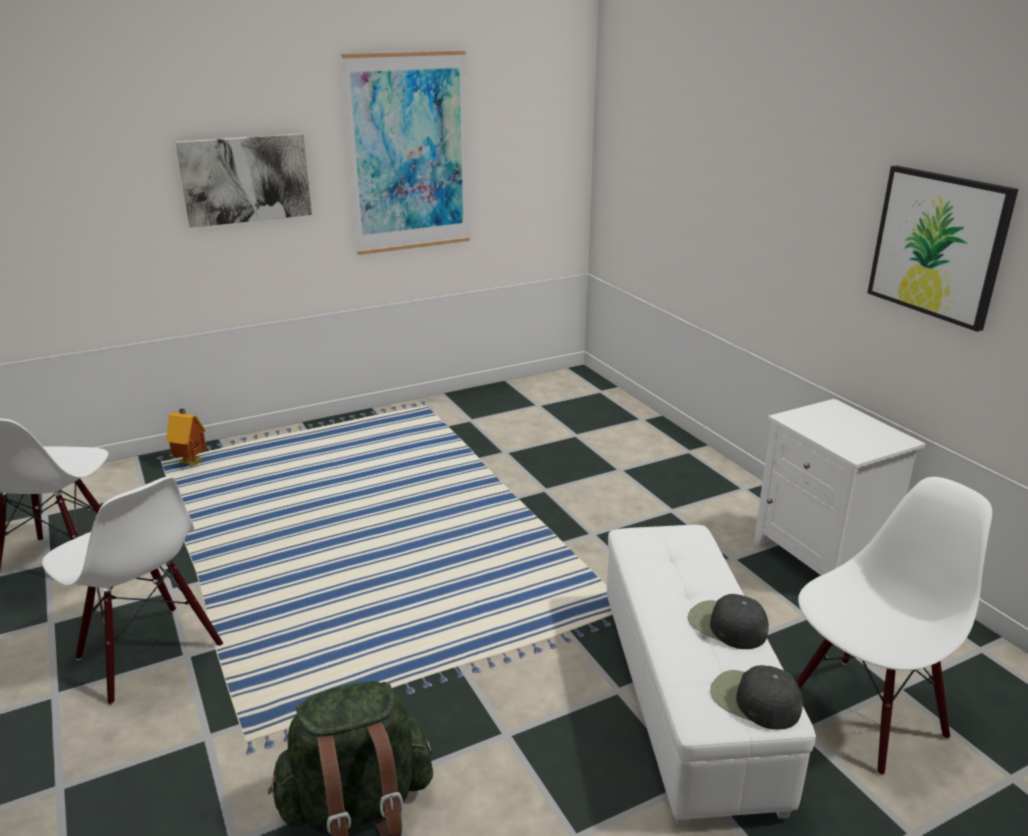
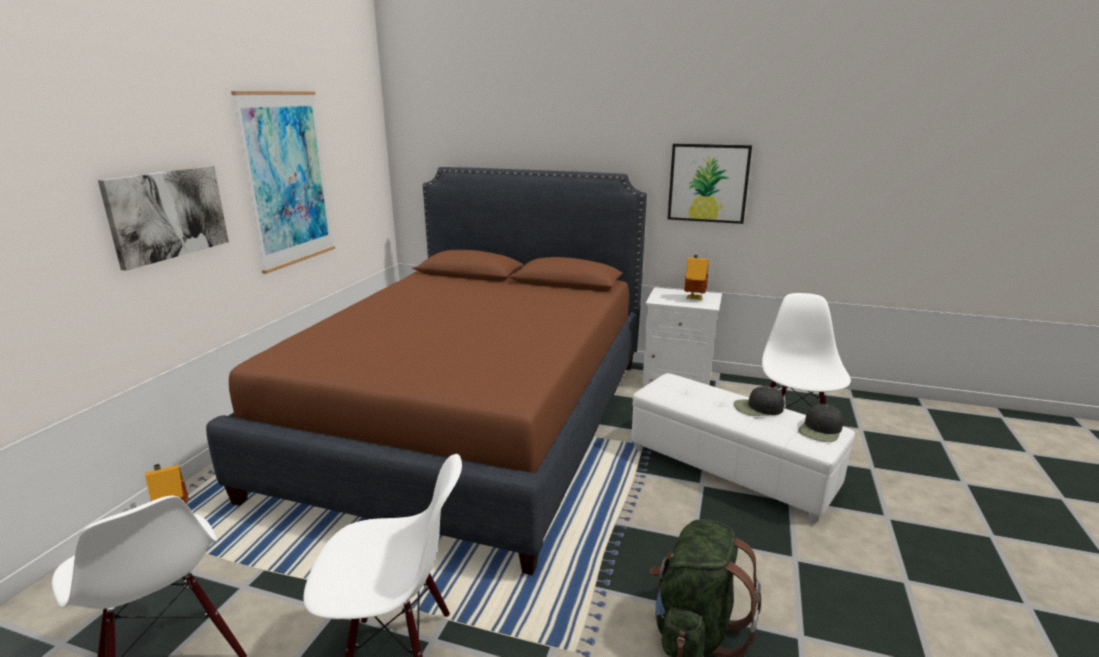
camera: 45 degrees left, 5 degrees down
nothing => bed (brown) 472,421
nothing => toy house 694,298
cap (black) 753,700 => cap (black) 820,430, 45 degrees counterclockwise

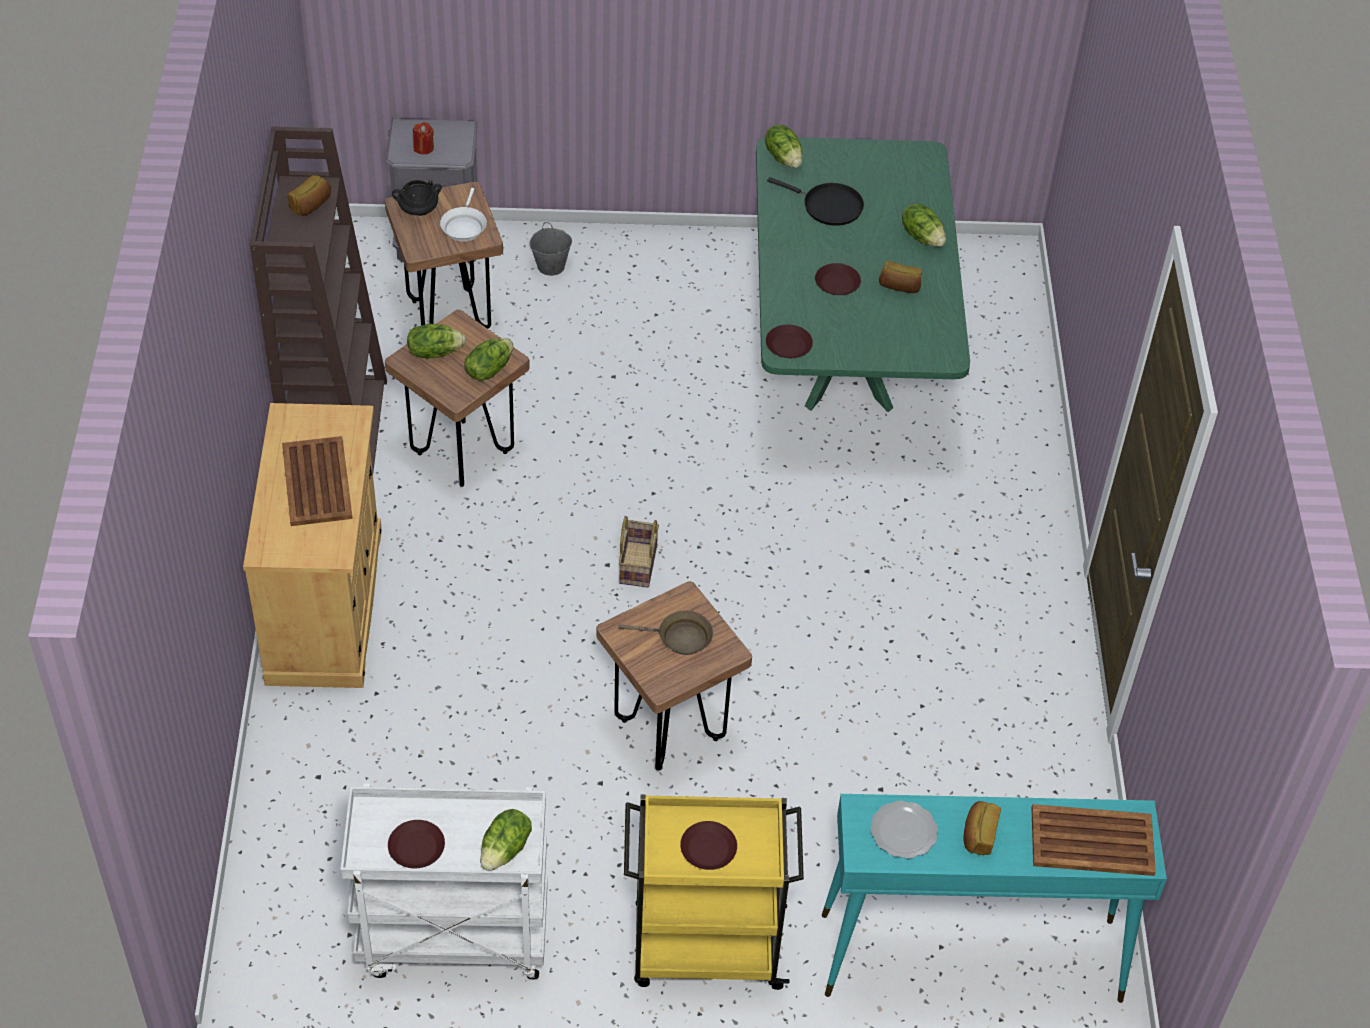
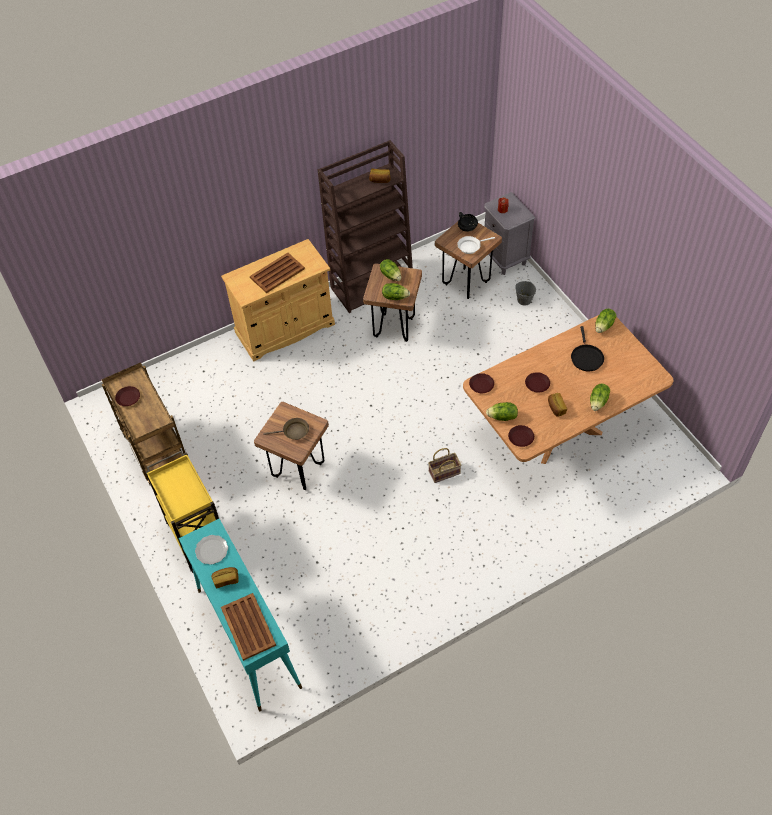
camera: 65 degrees right, 5 degrees up
lettuce 506,850 => lettuce 502,417, move
basket 637,563 => basket 444,472, move
plate (brown) 708,848 => plate (brown) 521,437, move
cart (white) 452,938 => cart (brown) 155,450
dining table (green) 845,362 => dining table (brown) 558,432
frying pan (brown) 680,638 => frying pan (brown) 293,432, 75 degrees counterclockwise

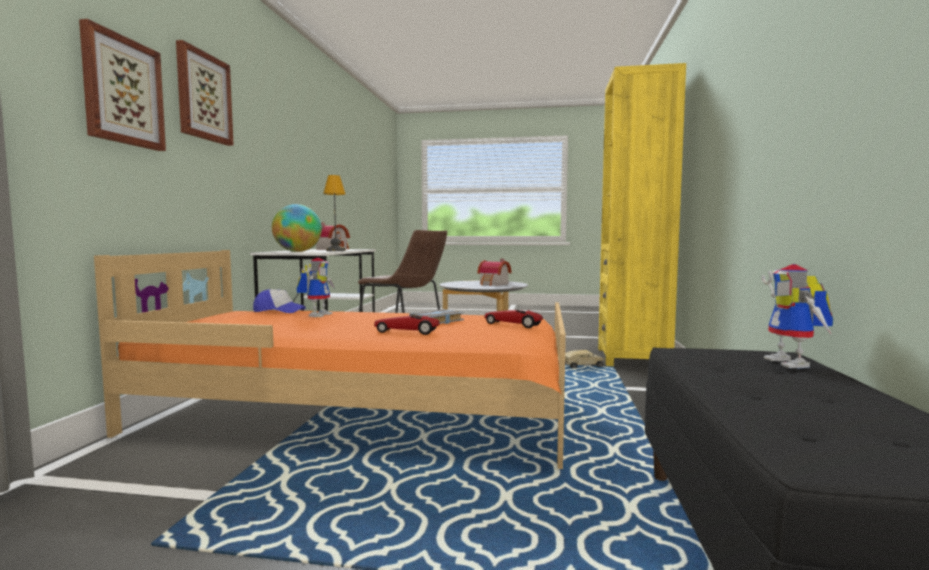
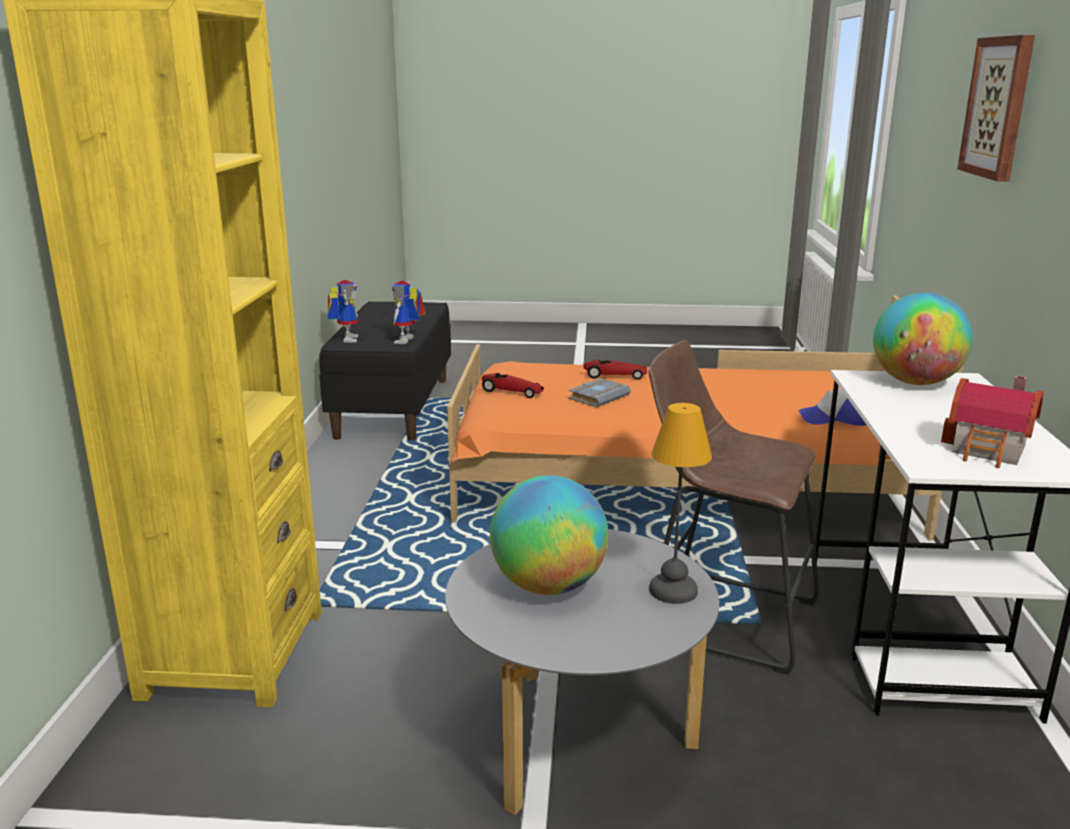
camera: 175 degrees right, 15 degrees up
picture 122,91 => nothing
toy truck 581,366 => nothing
toy robot 318,315 => toy robot 407,341, move
table lamp 336,251 => table lamp 671,590, move
toy house 494,284 => globe 548,585

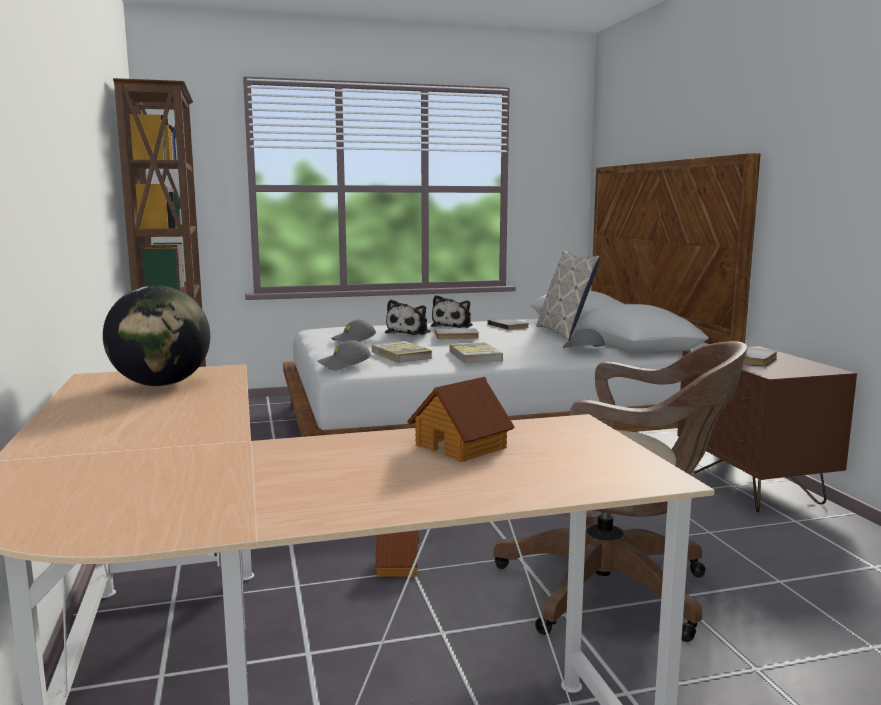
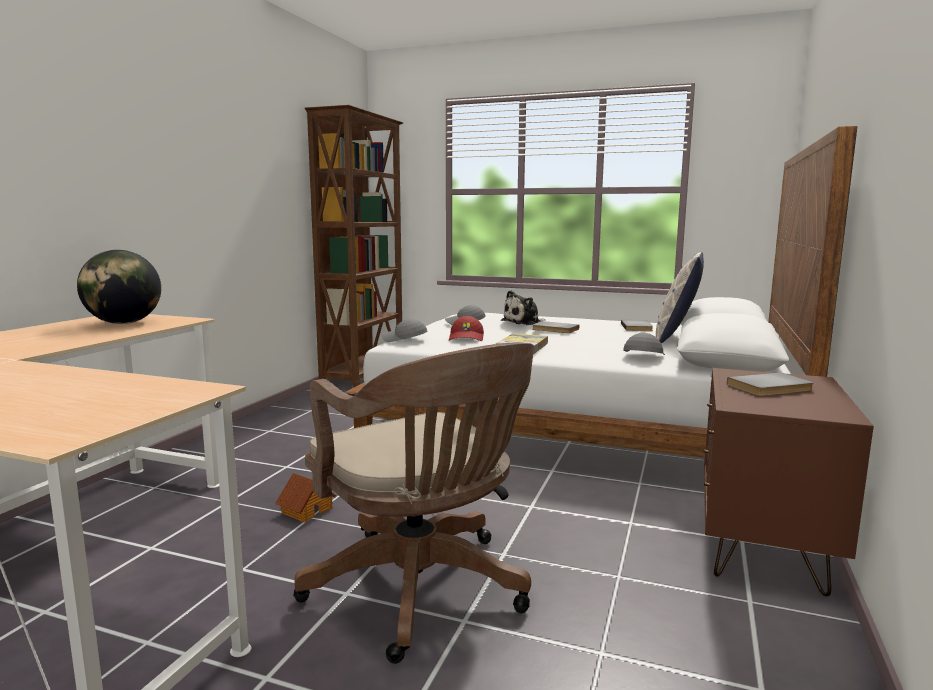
camera: 35 degrees right, 0 degrees up
toy house 461,446 => nothing
plush toy 453,326 => nothing
book 401,355 => cap (red) 467,338

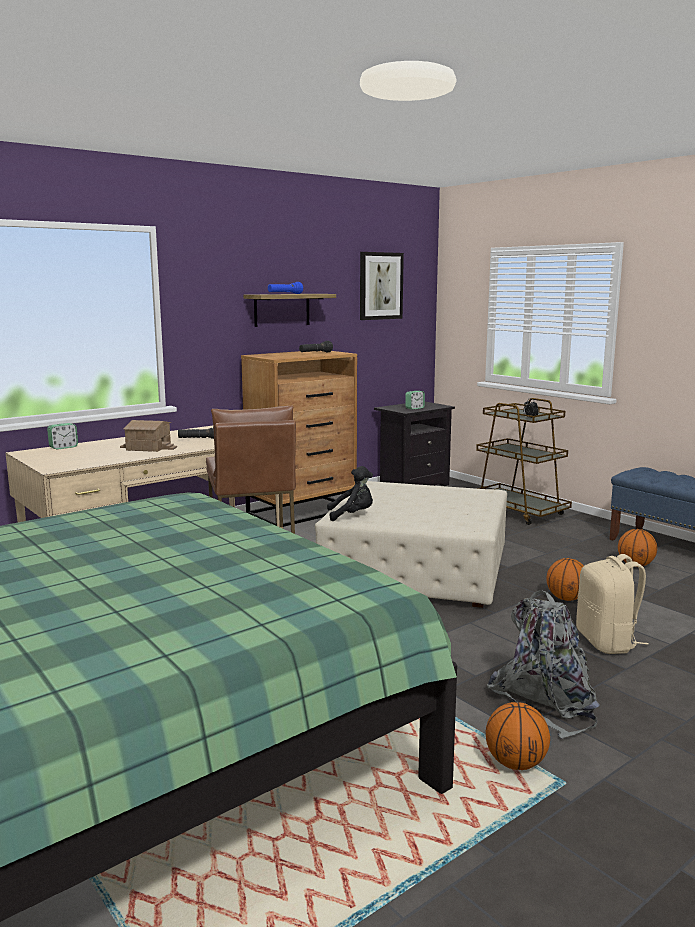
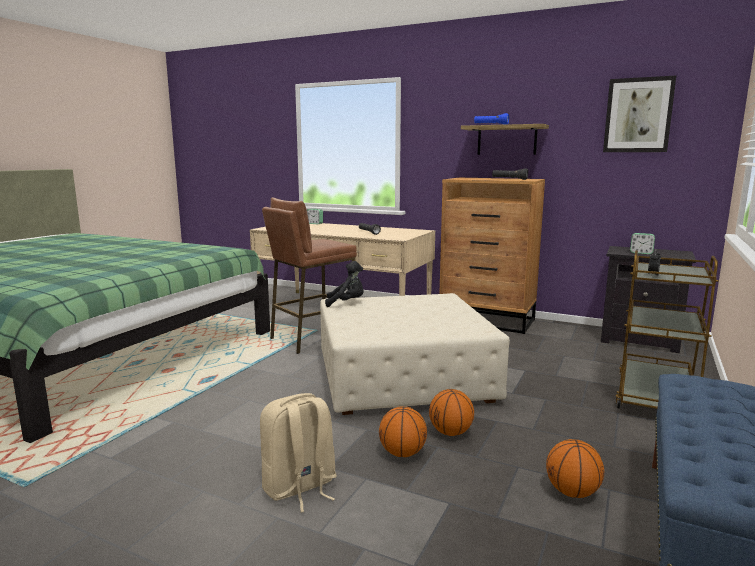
camera: 65 degrees right, 0 degrees up
toy house 149,447 => nothing
backpack (grey) 548,700 => nothing
basketball 515,763 => basketball 450,432, move
plush toy (black) 352,515 => plush toy (black) 347,303, 60 degrees counterclockwise

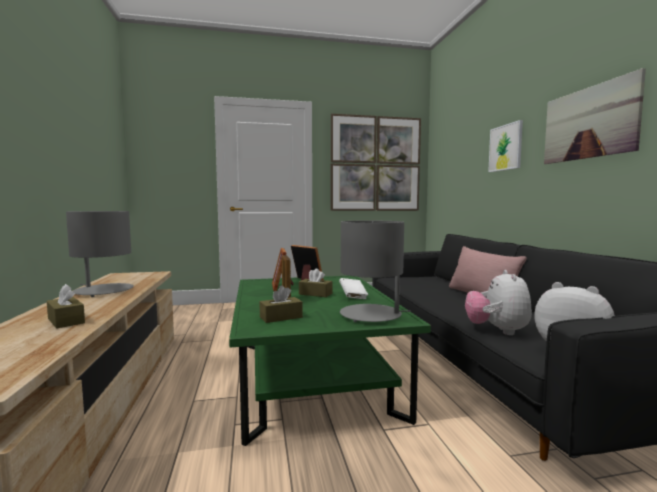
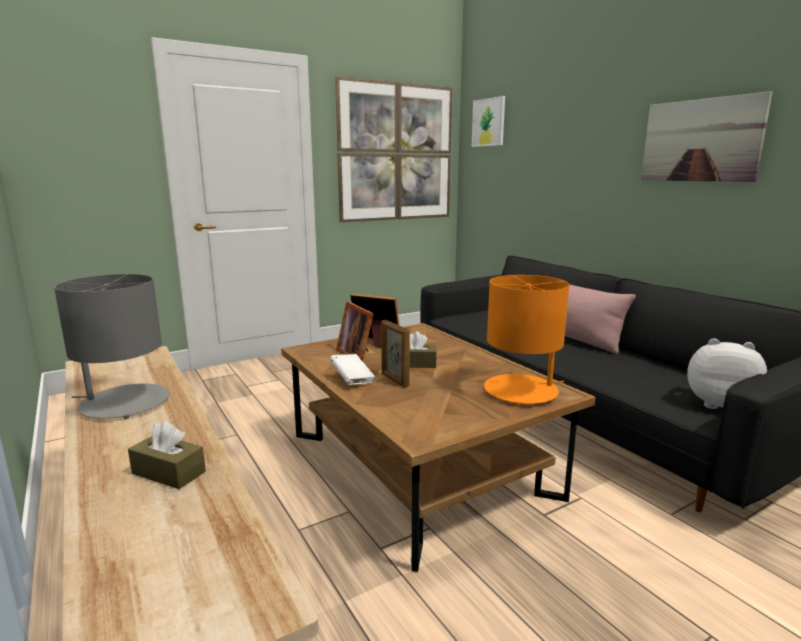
camera: 20 degrees left, 10 degrees up
tissue box (brown) 281,317 => nothing
plush toy 497,331 => nothing
book (white) 353,296 => book (white) 352,379, move
picture 505,147 => picture 488,122, move
coffee table (green) 313,376 => coffee table (brown) 418,464
table lamp (grey) 371,314 => table lamp (orange) 521,390

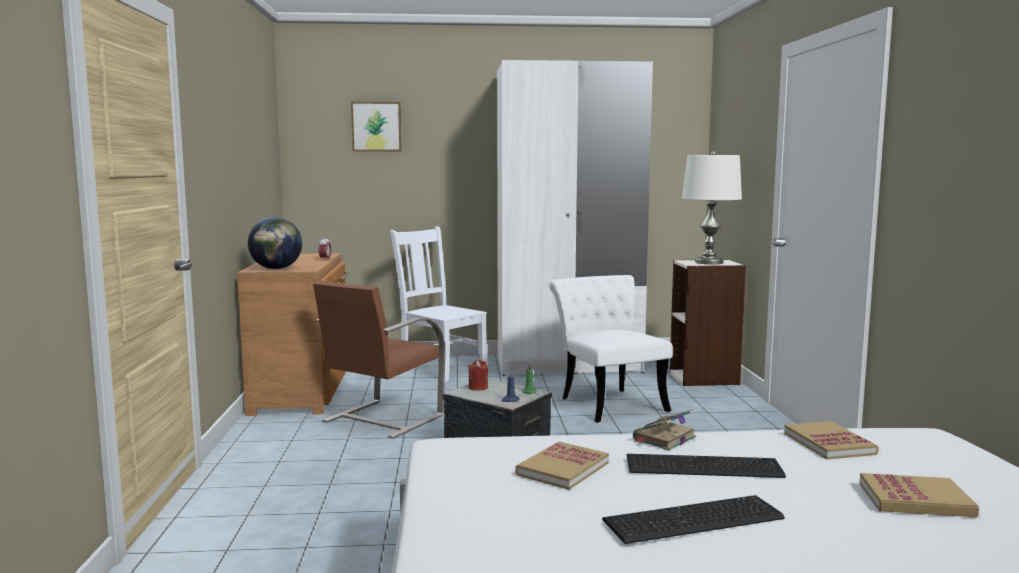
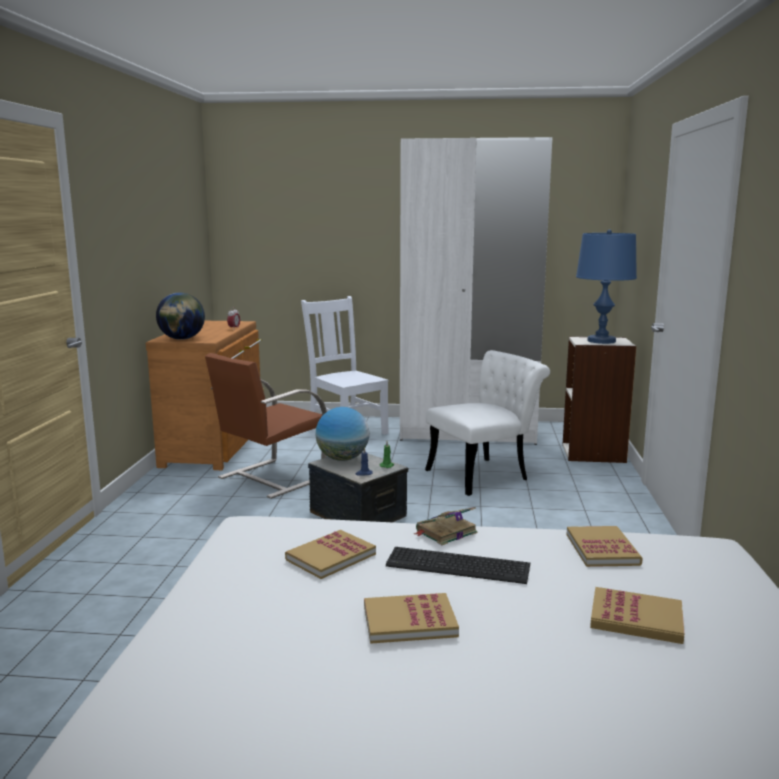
camera: 10 degrees right, 5 degrees up
picture 376,126 => nothing
candle (red) 478,388 => globe 342,459
keyboard 697,520 => book 409,621
table lamp (white) 708,262 => table lamp (blue) 601,341
chair (white) 608,403 => chair (white) 485,474, 75 degrees clockwise

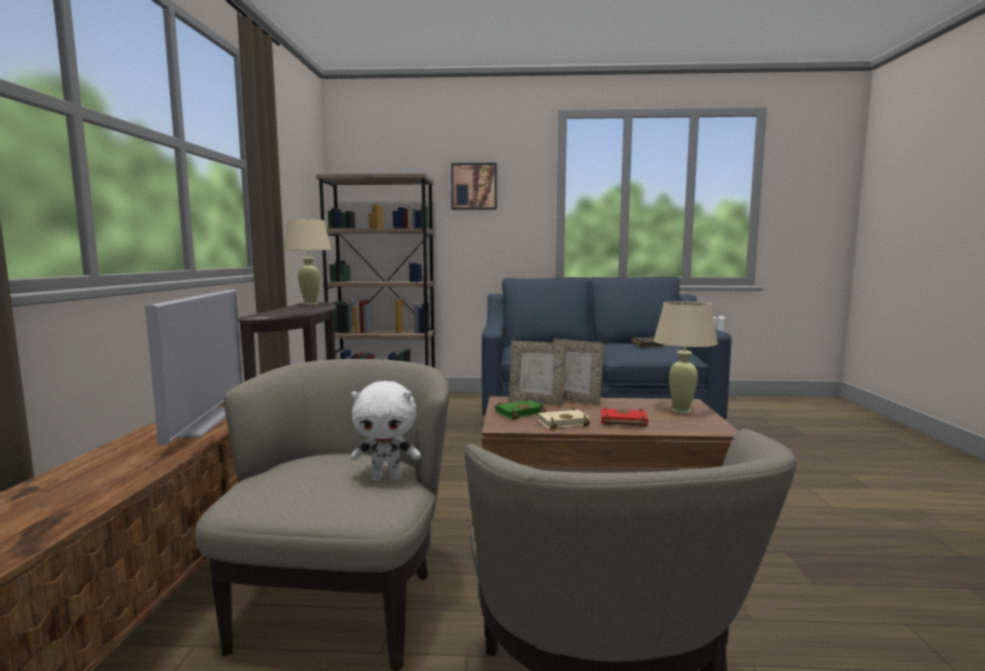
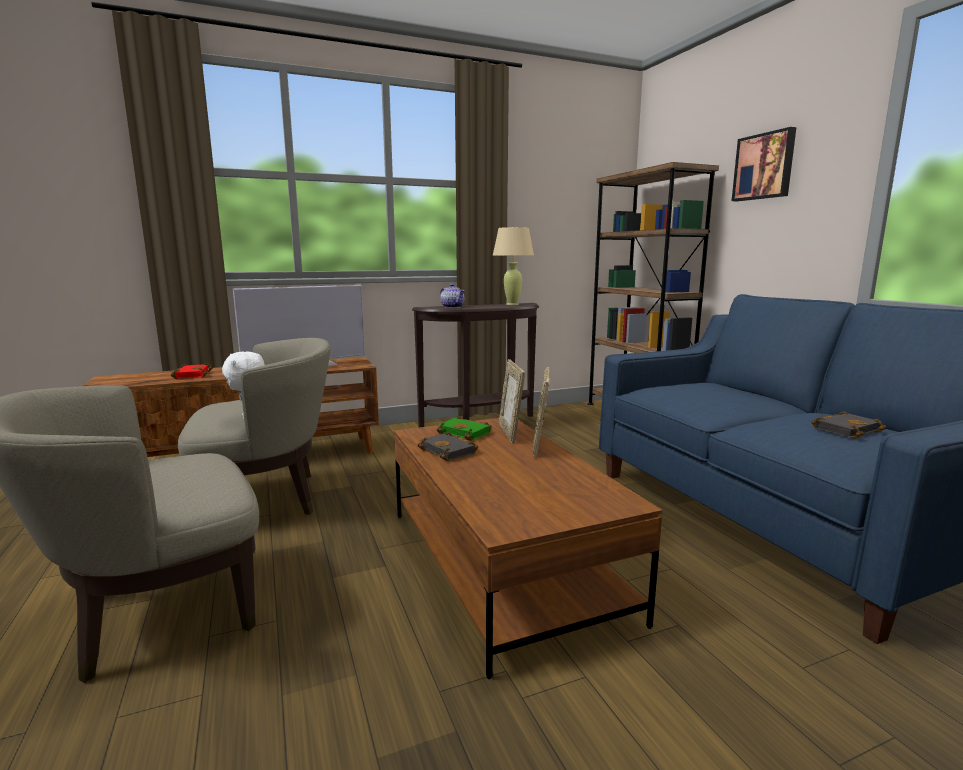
camera: 65 degrees right, 5 degrees up
table lamp (beige) 681,411 => nothing
nothing => teapot 452,307
book (red) 622,422 => book (red) 191,375, move
book (beige) 563,422 => book (black) 450,451

